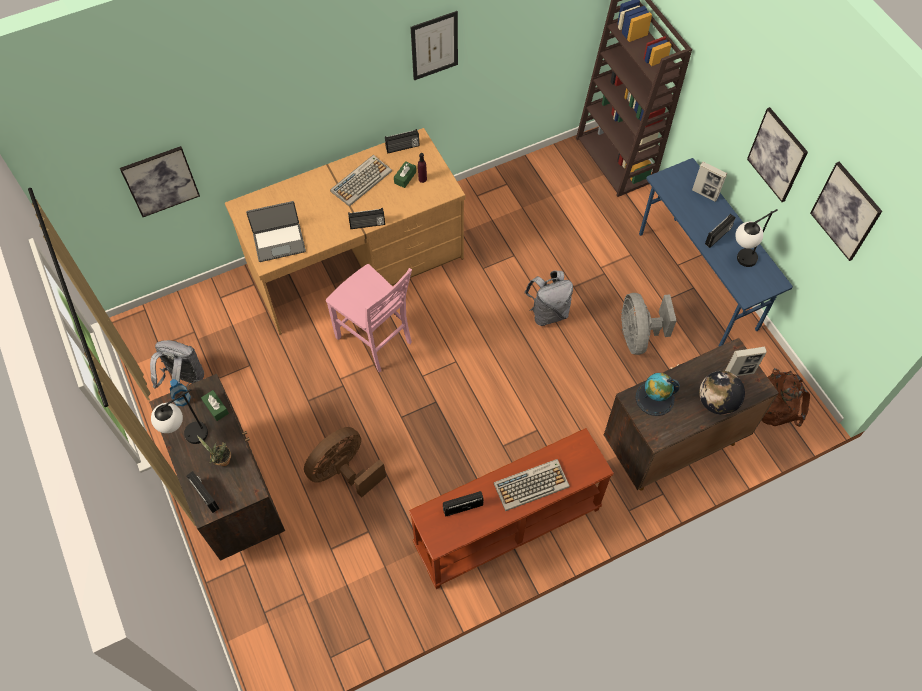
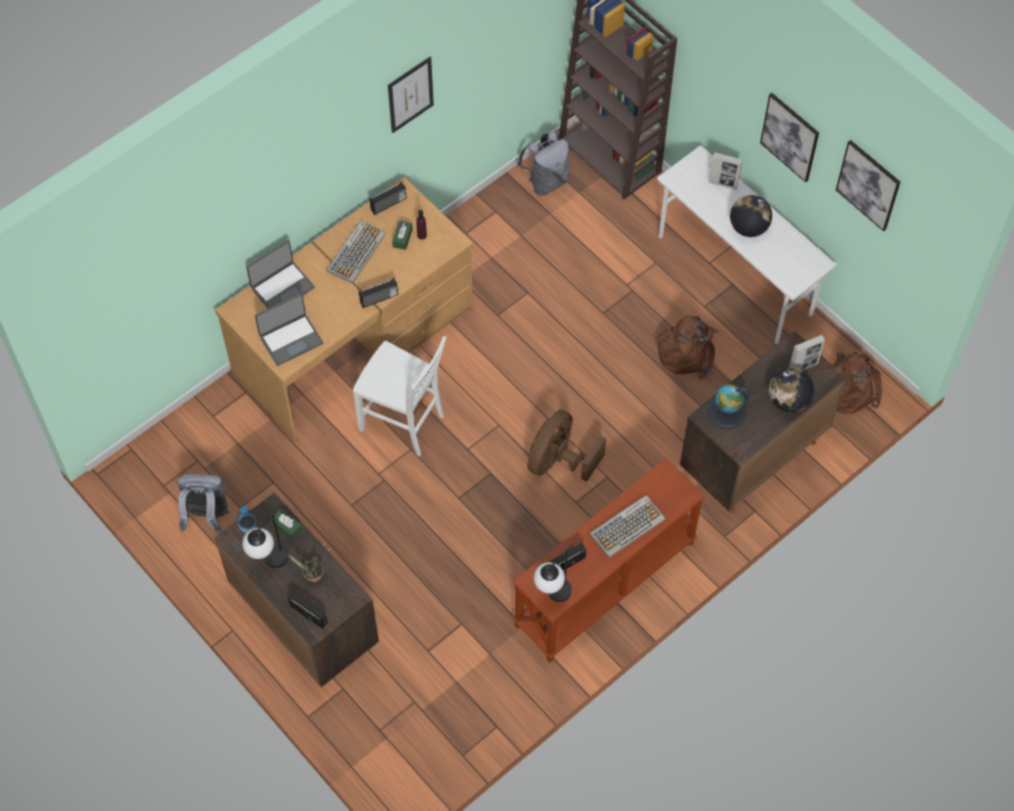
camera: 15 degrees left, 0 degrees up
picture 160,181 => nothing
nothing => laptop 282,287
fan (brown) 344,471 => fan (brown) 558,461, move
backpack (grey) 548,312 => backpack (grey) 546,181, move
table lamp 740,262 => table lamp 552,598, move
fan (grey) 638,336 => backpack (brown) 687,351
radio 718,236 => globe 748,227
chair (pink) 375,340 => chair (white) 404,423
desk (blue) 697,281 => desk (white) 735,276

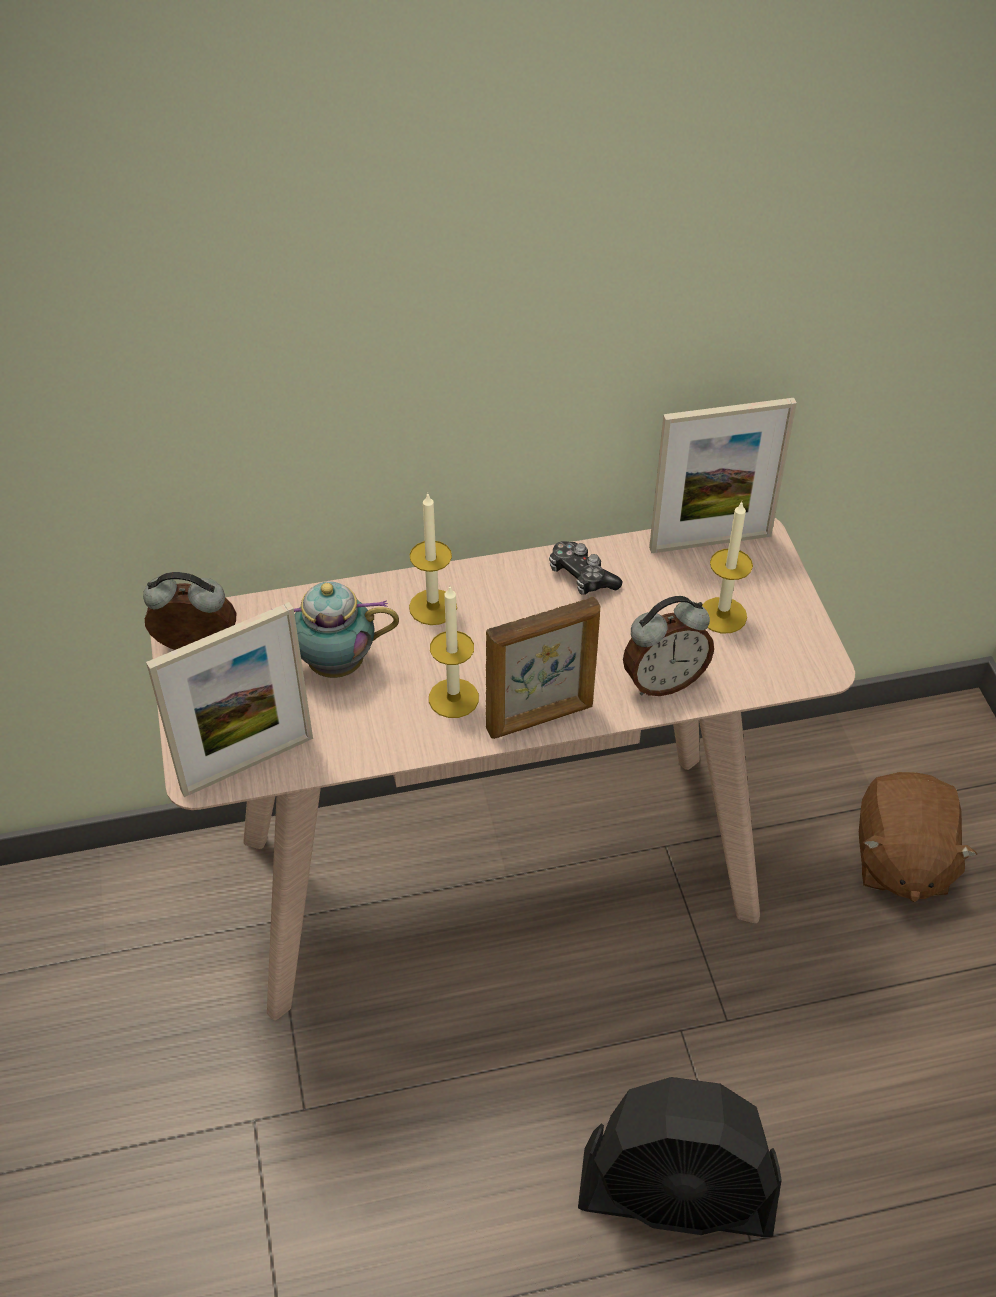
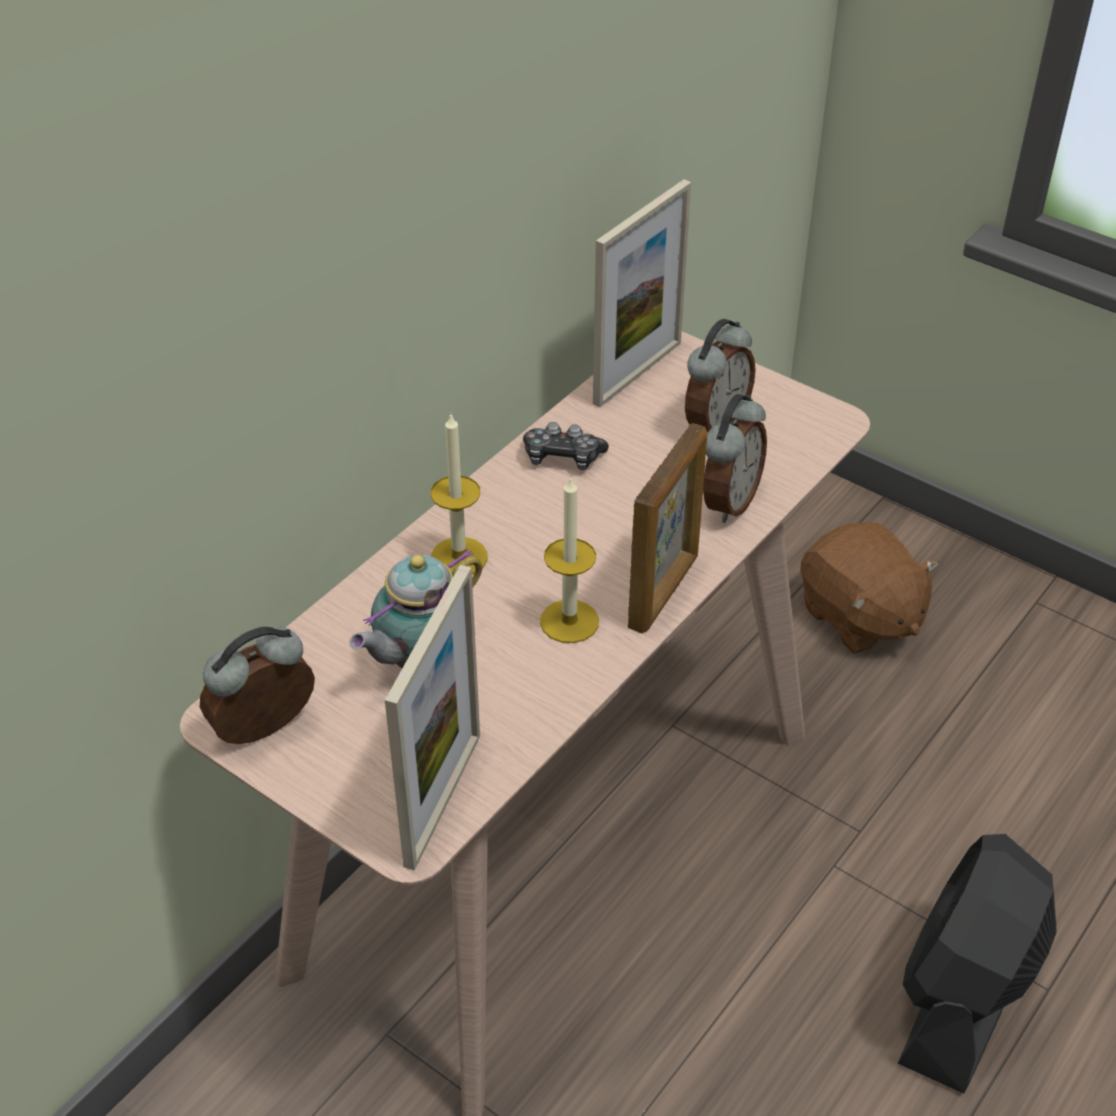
camera: 40 degrees left, 5 degrees down
candle 722,615 => alarm clock 714,424
fan (black) 677,1194 => fan (black) 962,997, 150 degrees clockwise

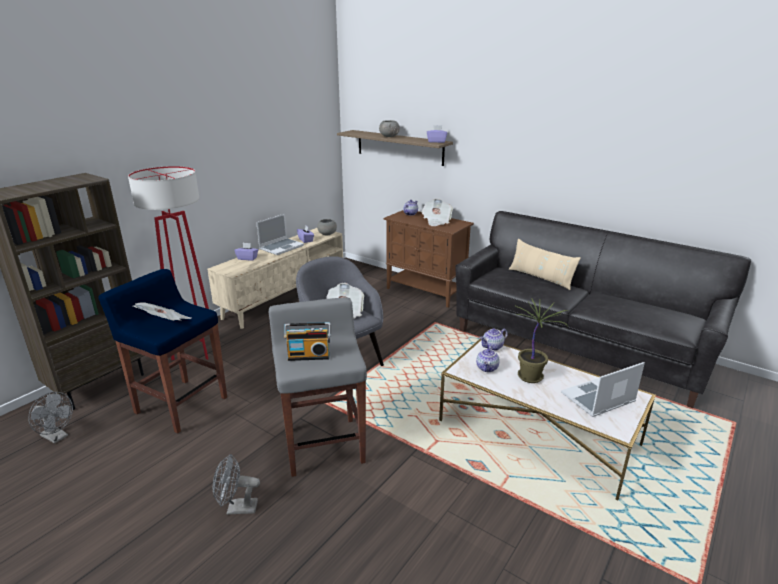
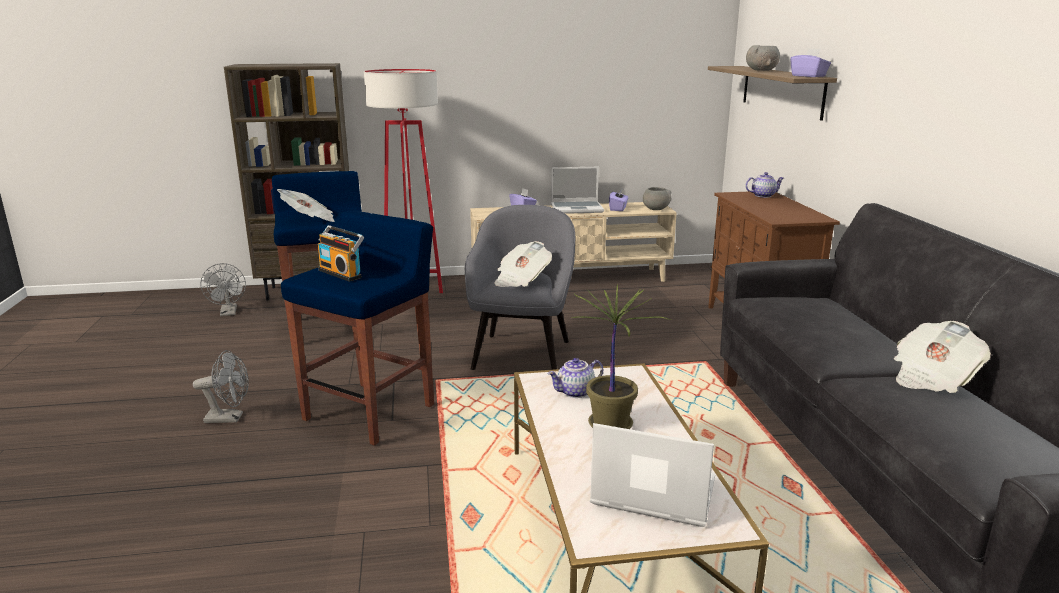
camera: 45 degrees right, 5 degrees down
teapot 492,347 => nothing
pillow (beige) 540,278 => nothing
newspaper 436,221 => newspaper 932,377, move
stool (grey) 323,444 => stool (blue) 371,411
fan (grey) 237,508 => fan (grey) 230,418, 135 degrees clockwise

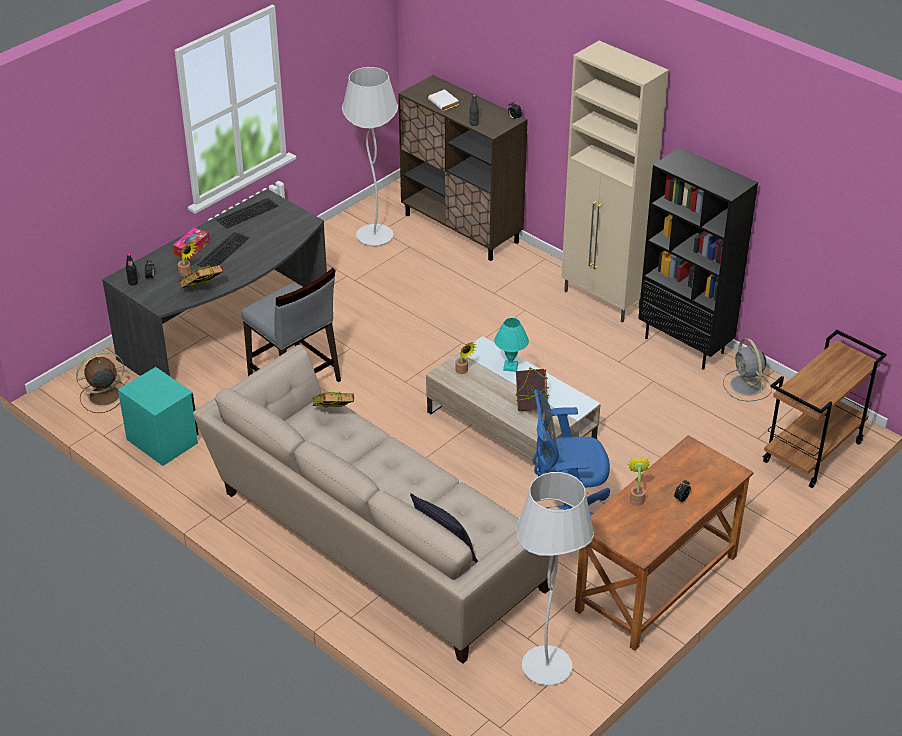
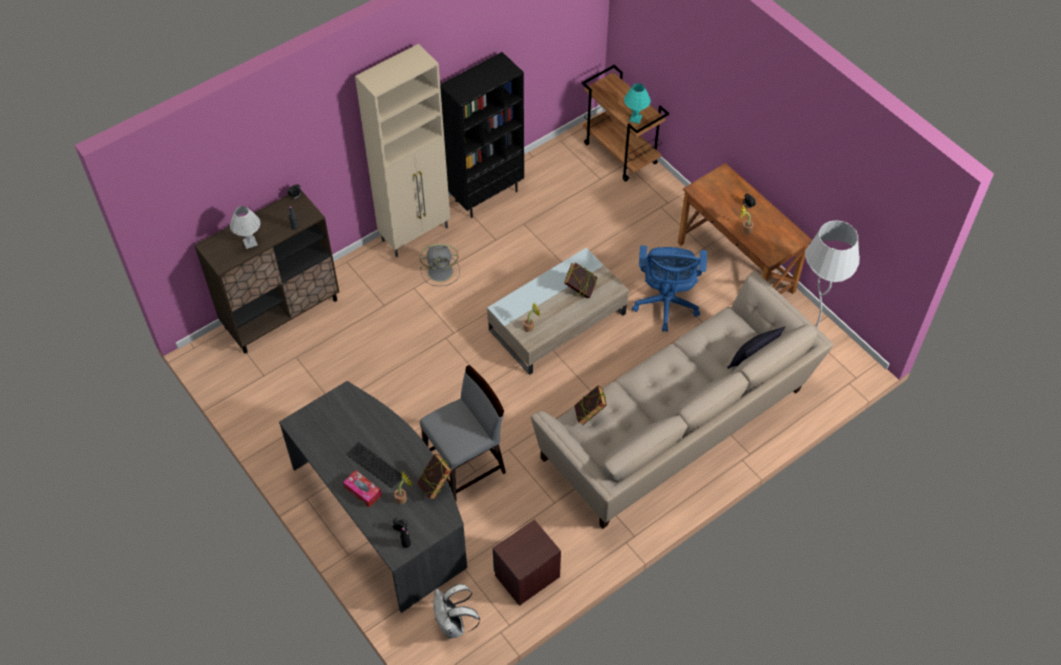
camera: 80 degrees left, 15 degrees up
keyboard 247,212 => nothing
floor lamp (white) 374,237 => nothing
table lamp (turquoise) 511,366 => table lamp (turquoise) 635,118, move
fan (grey) 747,386 => fan (grey) 441,271, move
fan (brown) 103,396 => backpack (white) 454,625
book (white) 444,103 => table lamp (white) 250,242
nightstand (turquoise) 162,441 => nightstand (brown) 527,576

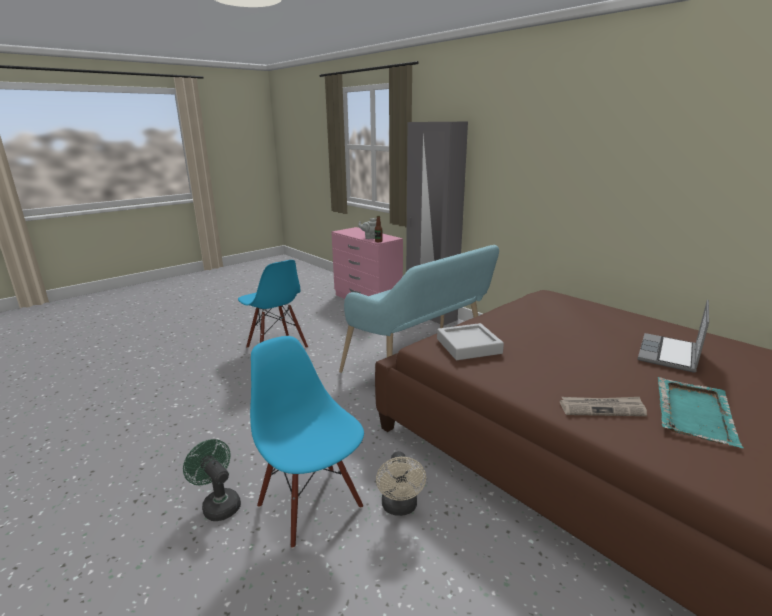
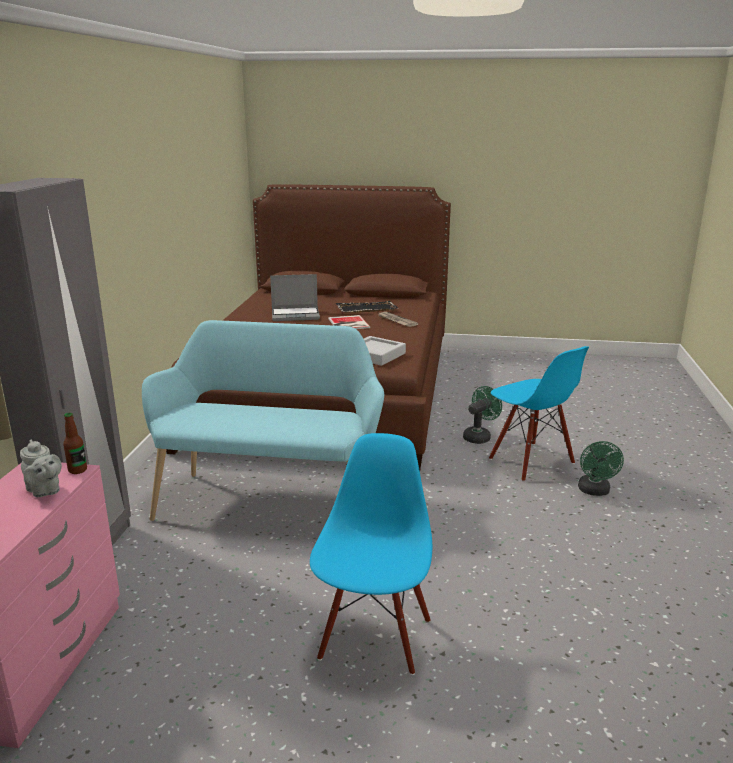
camera: 130 degrees left, 0 degrees up
nothing => book 348,323
fan (beige) 400,508 => fan (green) 479,436
tray (turquoise) 694,412 => tray (black) 366,309
chair (blue) 311,505 => chair (blue) 530,461, 45 degrees counterclockwise

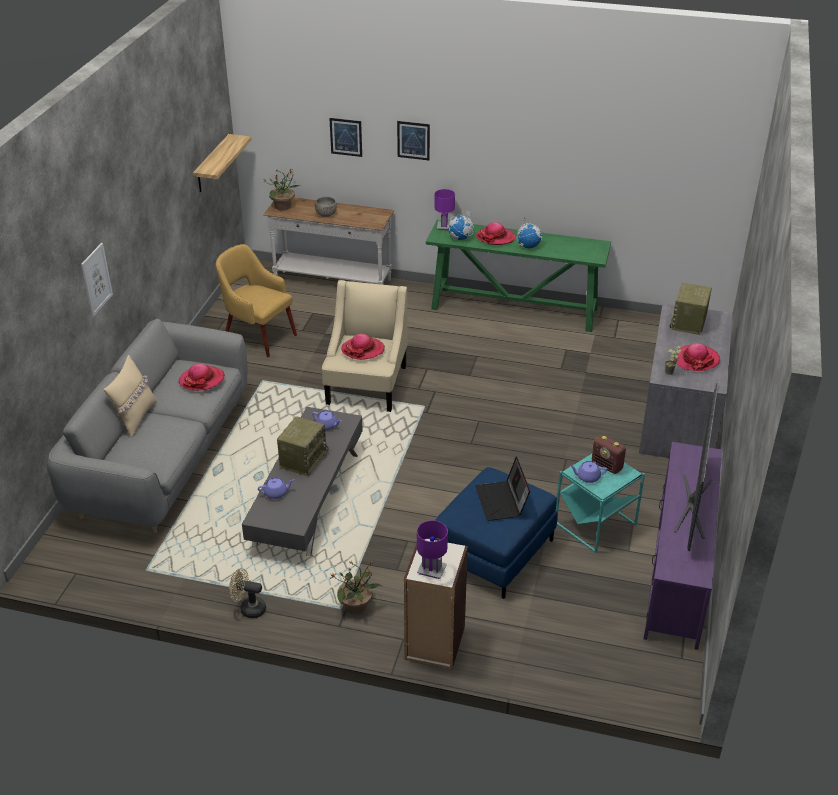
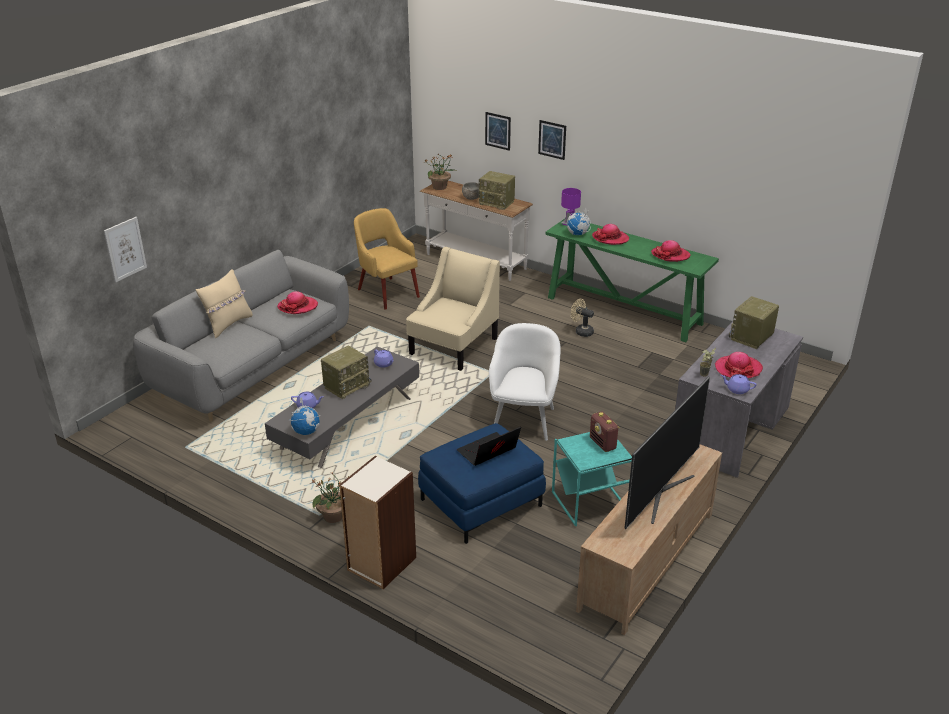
camera: 20 degrees right, 5 degrees down
shelf 212,164 => nothing
table lamp (purple) 431,570 => nothing
nothing => radio 497,203
nothing => armchair (white) 523,420
picture 96,279 => picture 125,249, move
fan (beige) 249,608 => fan (beige) 581,331, move
hat 363,350 => hat 670,255, move
globe 528,246 => globe 306,431, move
teapot (purple) 587,477 => teapot (purple) 737,389, move
tv stand (purple) 678,570 => tv stand (beige) 647,561
laptop 502,502 => laptop 488,452, 45 degrees clockwise

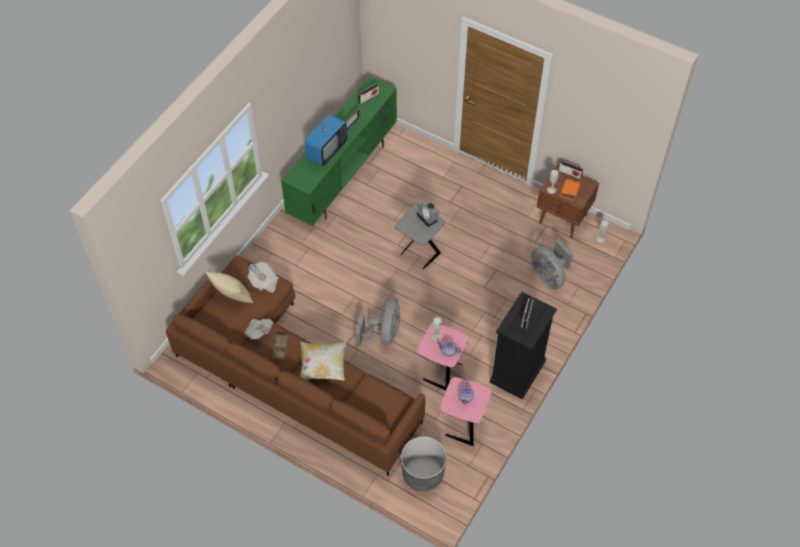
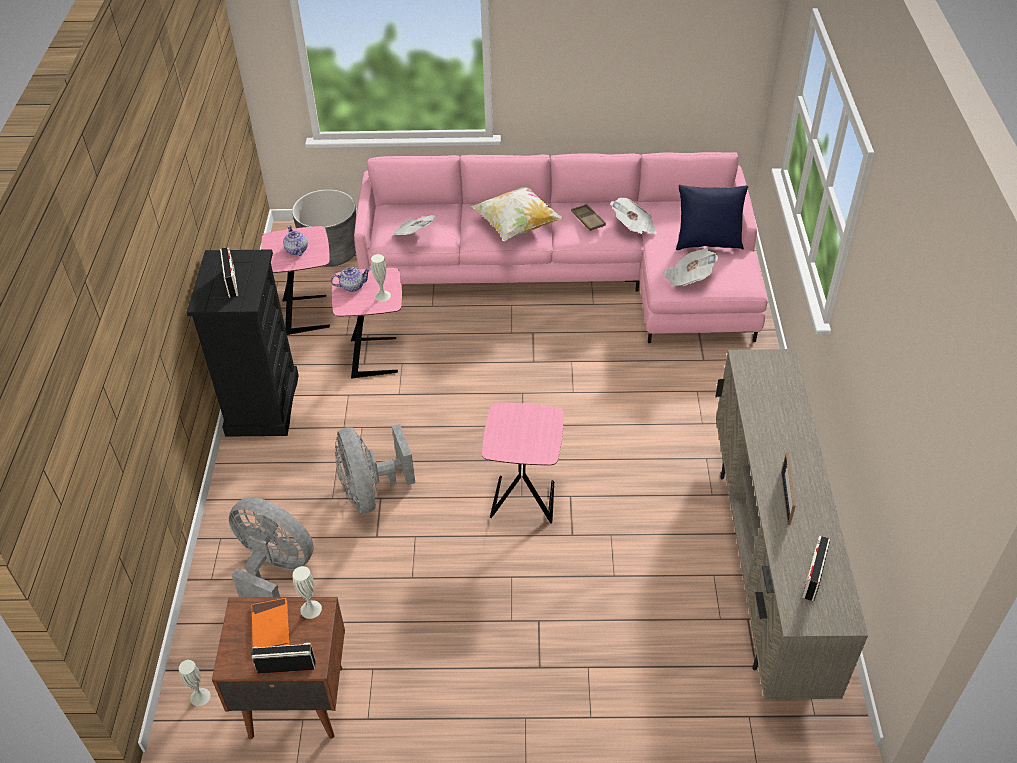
camera: 150 degrees right, 10 degrees down
television 327,151 => nothing
alarm clock 428,217 => nothing
nothing => newspaper 415,234
fan (grey) 383,334 => fan (grey) 371,491, move
sofa (brown) 290,374 => sofa (pink) 574,272
pillow (beige) 232,298 => pillow (blue) 707,243
tv stand (green) 343,176 => tv stand (beige) 766,568
side table (grey) 419,254 => side table (pink) 523,498

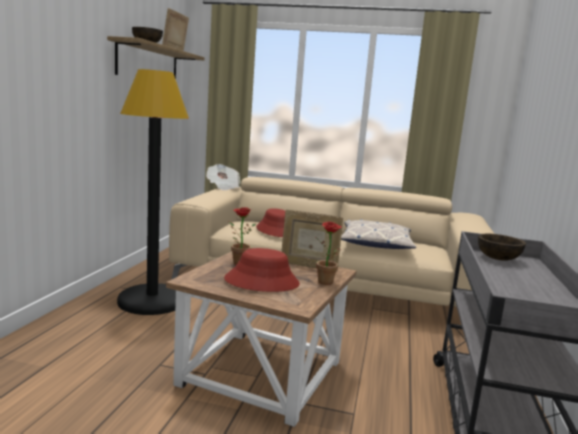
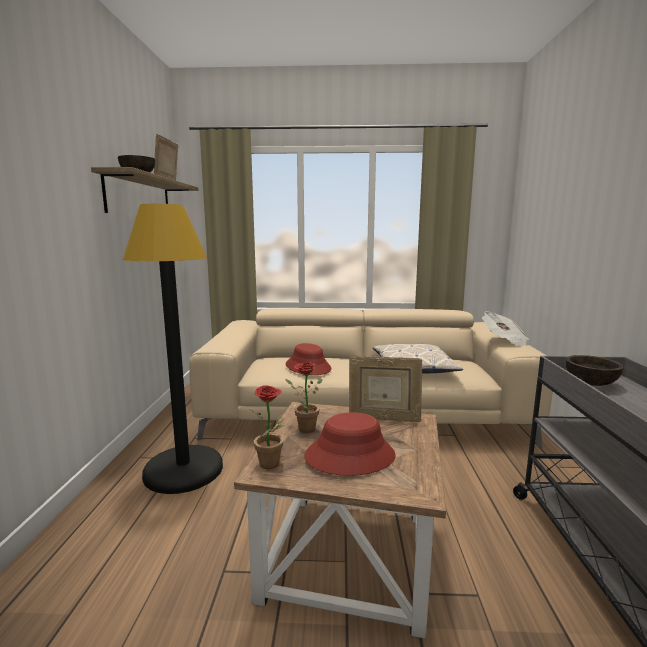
camera: 10 degrees left, 0 degrees up
newspaper 223,187 => newspaper 504,340, move
potted plant 328,283 => potted plant 272,465, move

